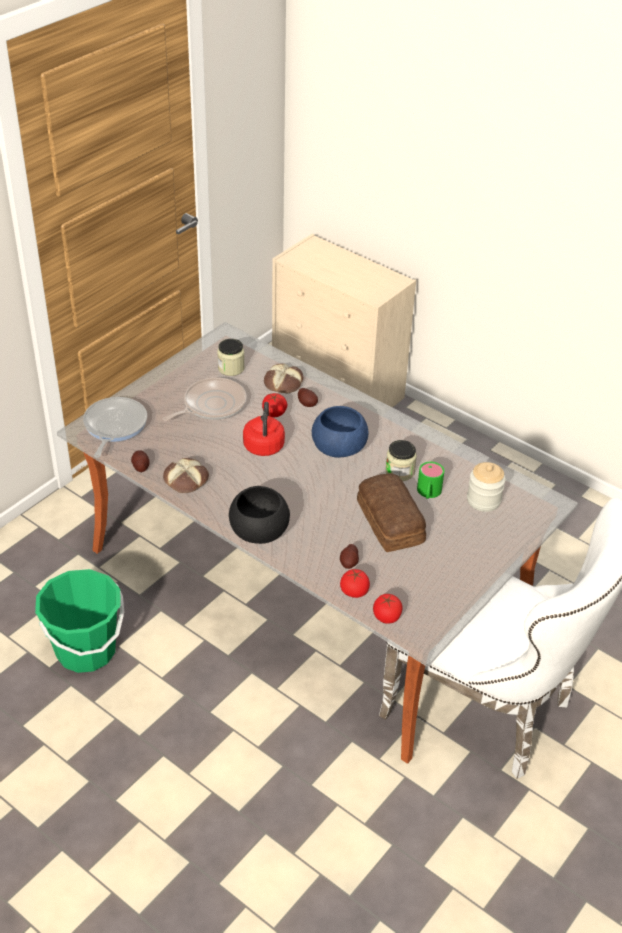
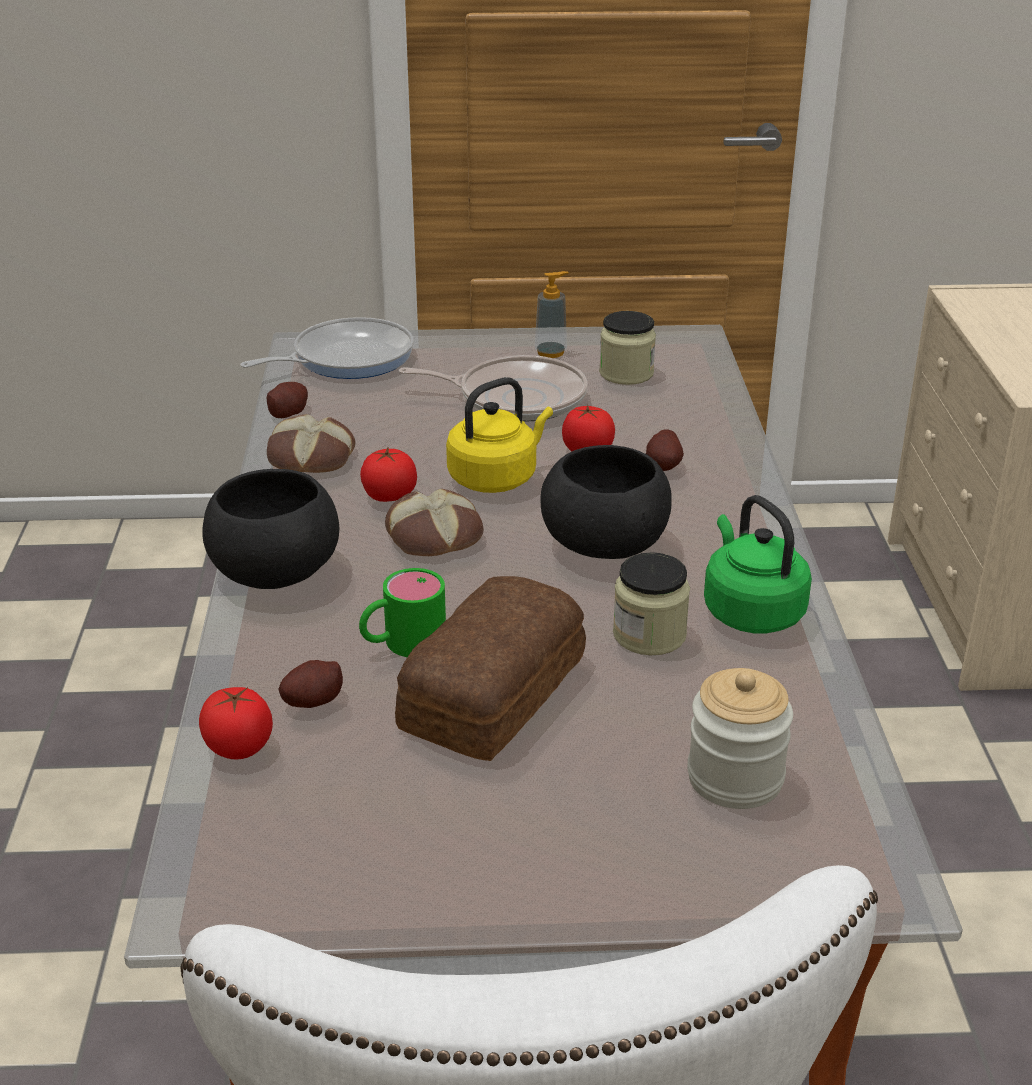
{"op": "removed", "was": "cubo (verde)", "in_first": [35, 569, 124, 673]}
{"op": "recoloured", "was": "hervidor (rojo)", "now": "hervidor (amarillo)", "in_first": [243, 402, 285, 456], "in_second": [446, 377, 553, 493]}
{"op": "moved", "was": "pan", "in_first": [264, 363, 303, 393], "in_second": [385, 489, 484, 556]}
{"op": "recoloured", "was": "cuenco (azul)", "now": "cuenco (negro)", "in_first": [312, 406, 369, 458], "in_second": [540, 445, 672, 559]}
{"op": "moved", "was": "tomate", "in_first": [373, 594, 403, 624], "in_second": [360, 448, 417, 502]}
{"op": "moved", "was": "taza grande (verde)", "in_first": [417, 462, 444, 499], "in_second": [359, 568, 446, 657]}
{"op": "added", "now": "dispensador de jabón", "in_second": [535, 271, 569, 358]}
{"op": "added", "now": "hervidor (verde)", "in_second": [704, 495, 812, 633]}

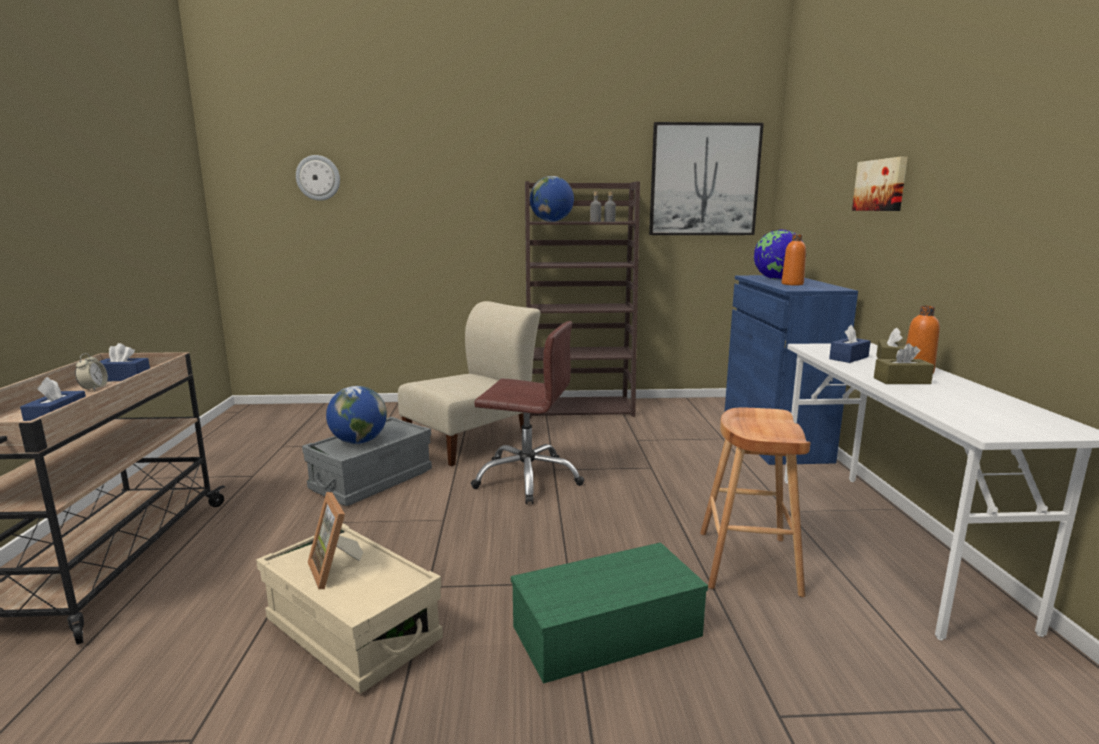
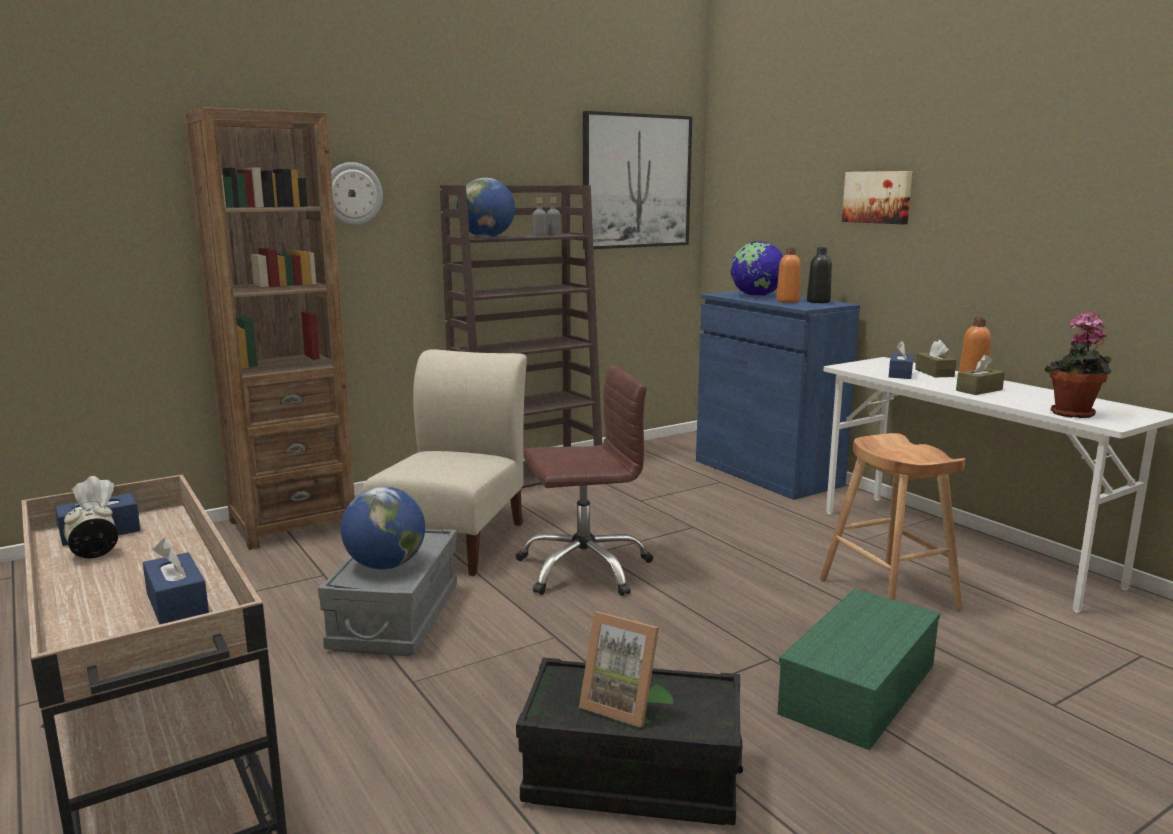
{"op": "turned", "was": "despertador", "in_first": [75, 353, 108, 391], "in_second": [64, 501, 118, 558], "clockwise": -90}
{"op": "recoloured", "was": "caja de almacenaje (beis)", "now": "caja de almacenaje (negro)", "in_first": [256, 524, 443, 694], "in_second": [516, 658, 743, 825]}
{"op": "moved", "was": "reloj de pared", "in_first": [296, 155, 340, 201], "in_second": [331, 162, 383, 225]}
{"op": "added", "now": "estantería (marrón)", "in_second": [184, 107, 355, 550]}
{"op": "added", "now": "botella (negro)", "in_second": [807, 247, 832, 303]}
{"op": "added", "now": "planta en maceta", "in_second": [1045, 311, 1111, 418]}

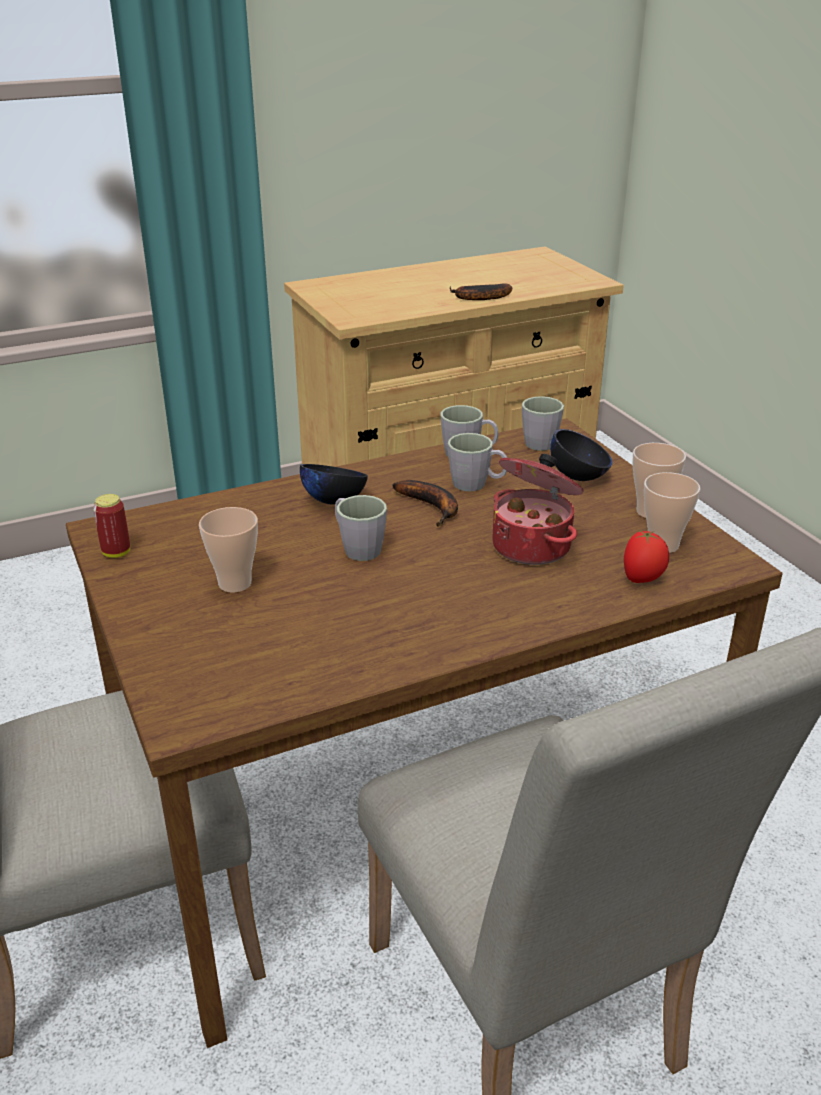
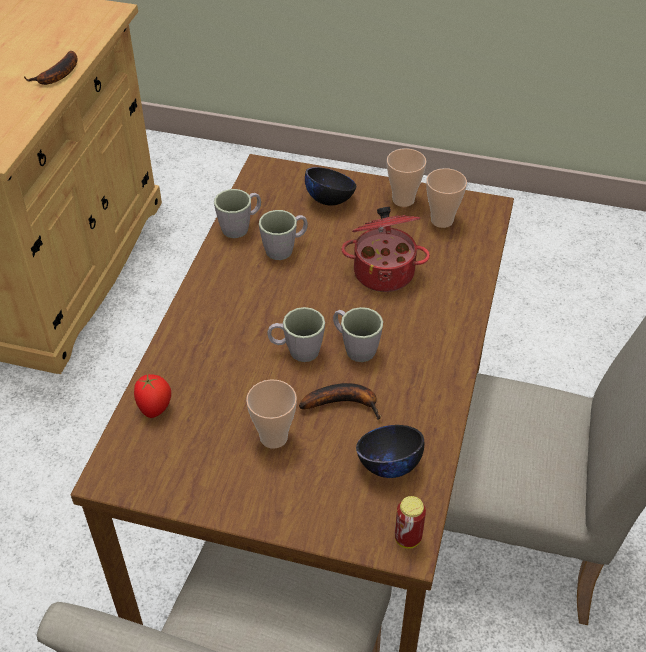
{"op": "moved", "was": "lata", "in_first": [93, 494, 130, 558], "in_second": [395, 496, 426, 549]}
{"op": "moved", "was": "cuenco (negro)", "in_first": [300, 464, 368, 505], "in_second": [356, 425, 424, 478]}
{"op": "moved", "was": "plátano", "in_first": [392, 480, 458, 526], "in_second": [299, 383, 381, 420]}
{"op": "moved", "was": "taza grande (gris)", "in_first": [522, 396, 564, 451], "in_second": [333, 307, 383, 362]}
{"op": "moved", "was": "tomate", "in_first": [624, 531, 669, 583], "in_second": [134, 373, 171, 418]}

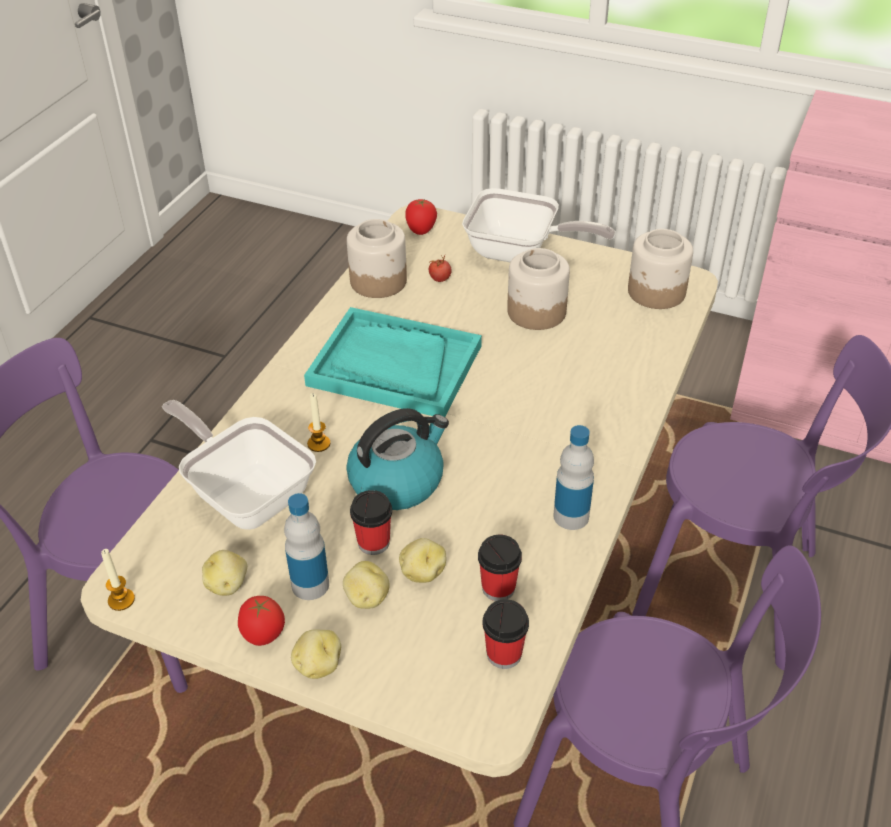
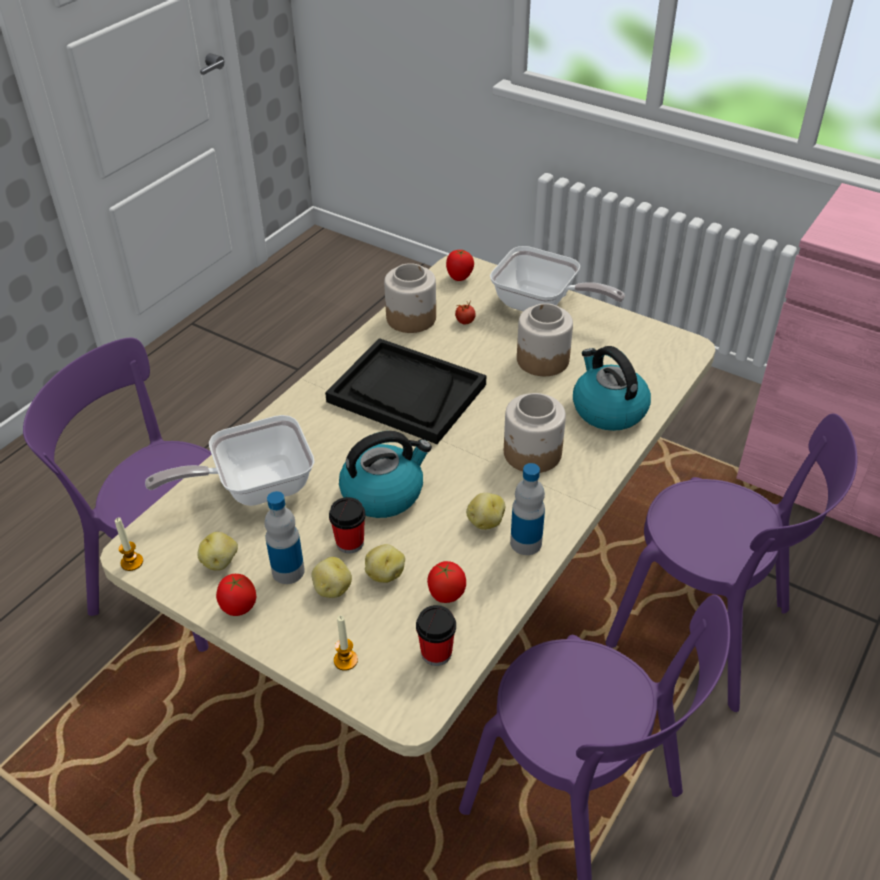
{"op": "turned", "was": "sartén", "in_first": [162, 400, 316, 530], "in_second": [145, 415, 314, 506], "clockwise": -75}
{"op": "moved", "was": "patata", "in_first": [291, 629, 341, 679], "in_second": [466, 493, 505, 530]}
{"op": "recoloured", "was": "bandeja (turquesa)", "now": "bandeja (negro)", "in_first": [304, 307, 482, 417], "in_second": [325, 338, 486, 444]}
{"op": "moved", "was": "vela", "in_first": [307, 393, 330, 452], "in_second": [334, 616, 358, 671]}
{"op": "replaced", "was": "taza", "now": "tomate", "in_first": [478, 535, 522, 601], "in_second": [427, 561, 466, 603]}
{"op": "moved", "was": "tarro", "in_first": [628, 229, 693, 309], "in_second": [504, 393, 566, 473]}
{"op": "added", "now": "hervidor", "in_second": [573, 346, 651, 431]}

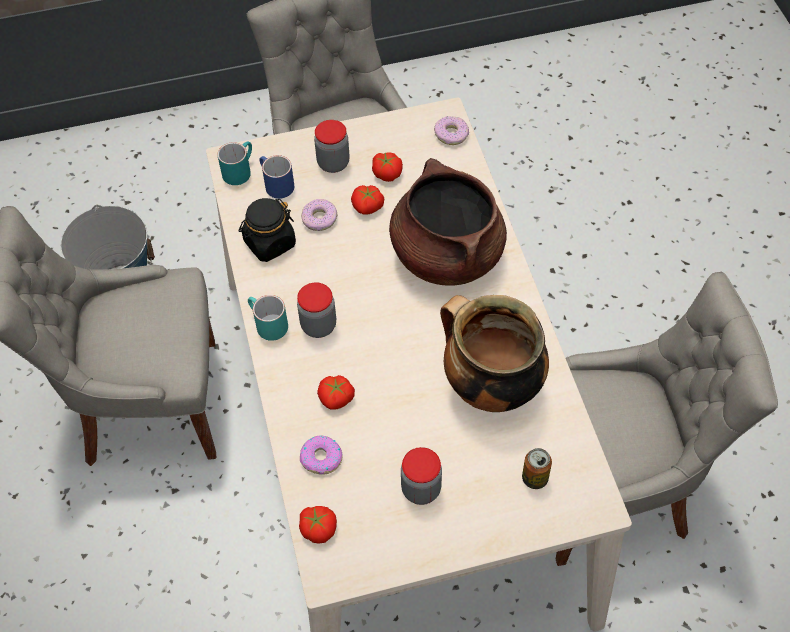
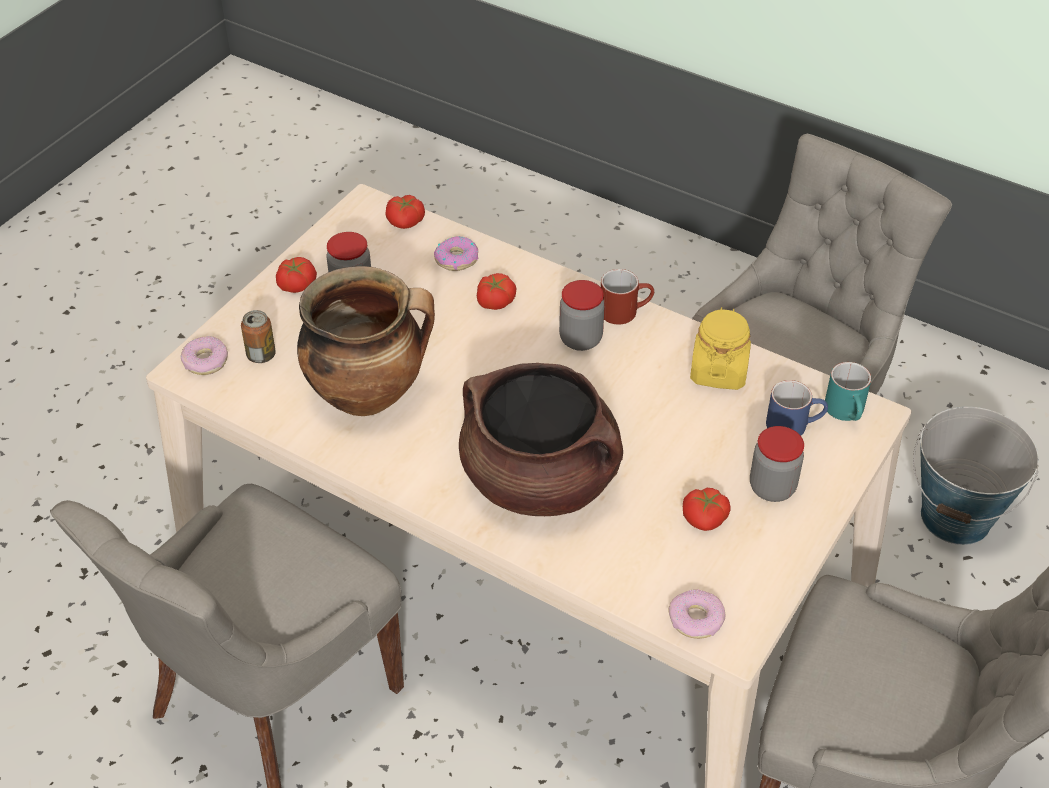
{"op": "recoloured", "was": "tarro (negro)", "now": "tarro (amarillo)", "in_first": [238, 198, 296, 262], "in_second": [690, 307, 751, 390]}
{"op": "recoloured", "was": "taza grande (turquesa)", "now": "taza grande (rojo)", "in_first": [248, 295, 288, 341], "in_second": [601, 269, 654, 325]}
{"op": "moved", "was": "rosquilla", "in_first": [301, 199, 338, 231], "in_second": [181, 336, 228, 375]}
{"op": "moved", "was": "tomate", "in_first": [351, 185, 384, 215], "in_second": [276, 257, 317, 293]}

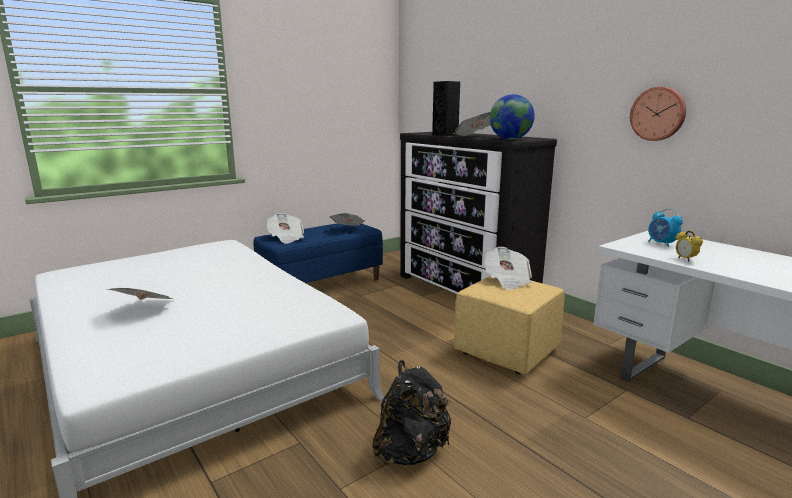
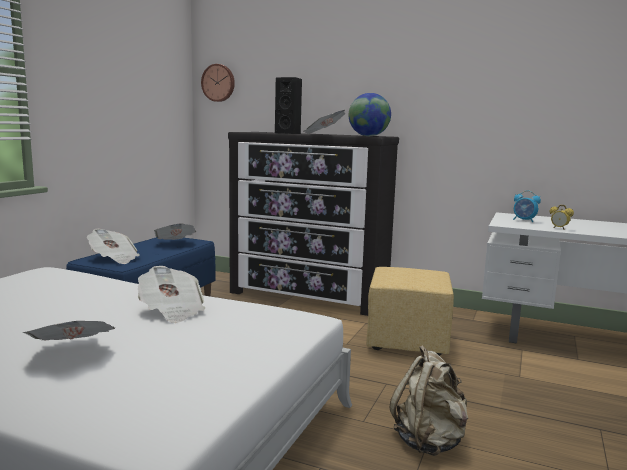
{"op": "recoloured", "was": "mochila (negro)", "now": "mochila (beis)", "in_first": [372, 360, 451, 465], "in_second": [390, 345, 468, 456]}
{"op": "moved", "was": "periódico", "in_first": [484, 247, 532, 290], "in_second": [138, 266, 205, 323]}
{"op": "moved", "was": "reloj de pared", "in_first": [630, 87, 686, 141], "in_second": [201, 64, 235, 102]}

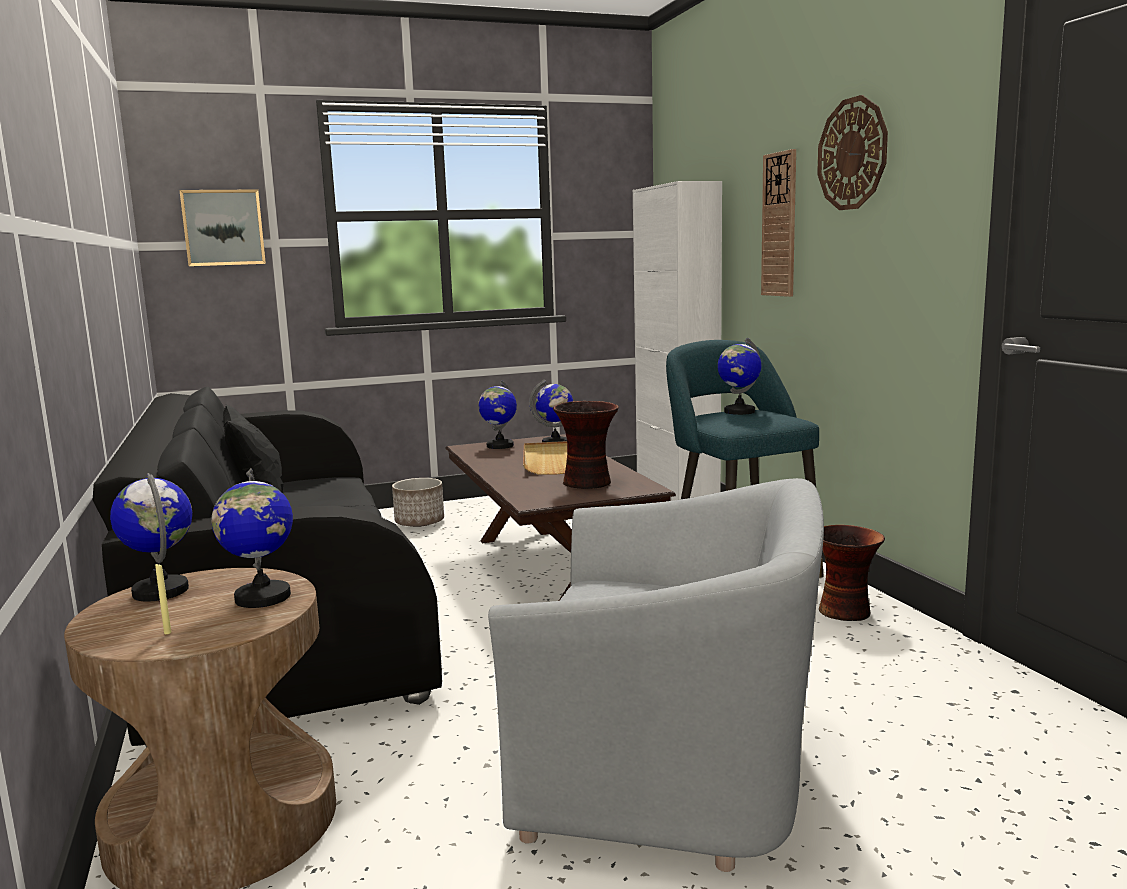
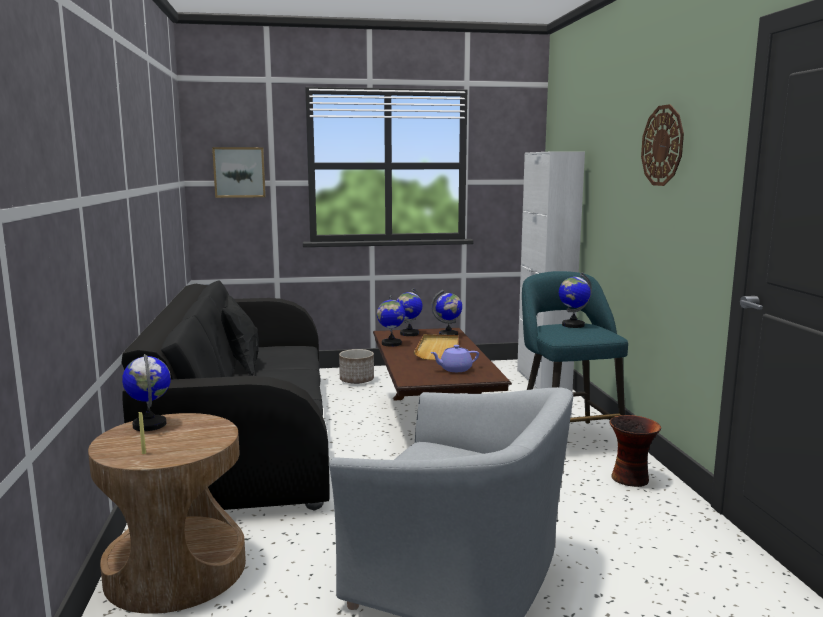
{"op": "moved", "was": "globo terráqueo", "in_first": [212, 468, 293, 608], "in_second": [377, 296, 405, 347]}
{"op": "replaced", "was": "florero", "now": "tetera (morado)", "in_first": [553, 401, 619, 489], "in_second": [430, 345, 479, 372]}
{"op": "removed", "was": "reloj de pared", "in_first": [761, 149, 796, 297]}

